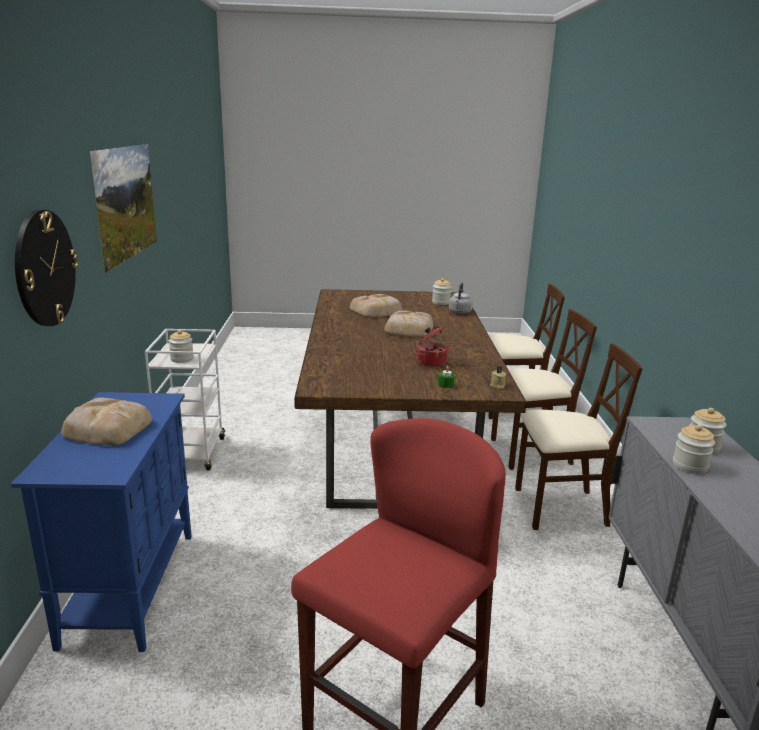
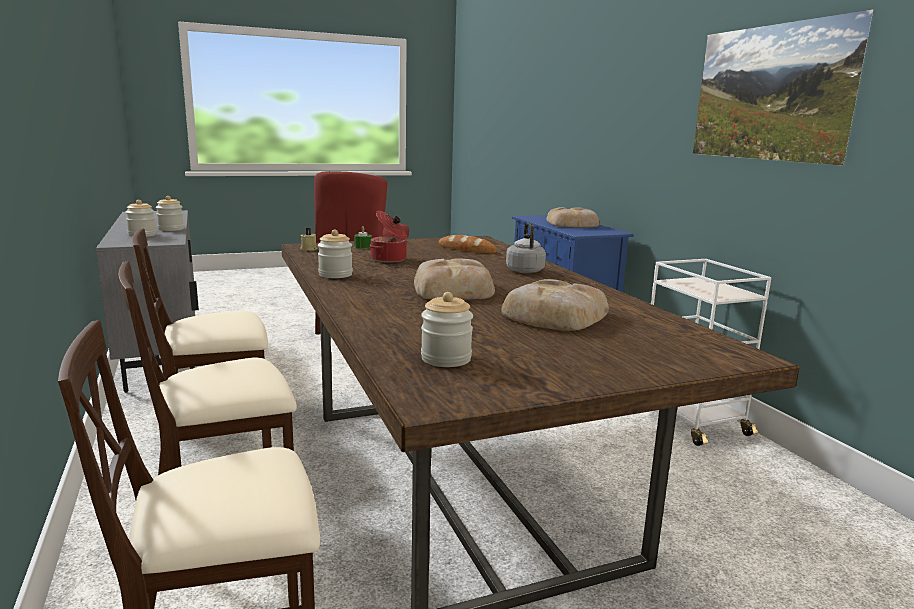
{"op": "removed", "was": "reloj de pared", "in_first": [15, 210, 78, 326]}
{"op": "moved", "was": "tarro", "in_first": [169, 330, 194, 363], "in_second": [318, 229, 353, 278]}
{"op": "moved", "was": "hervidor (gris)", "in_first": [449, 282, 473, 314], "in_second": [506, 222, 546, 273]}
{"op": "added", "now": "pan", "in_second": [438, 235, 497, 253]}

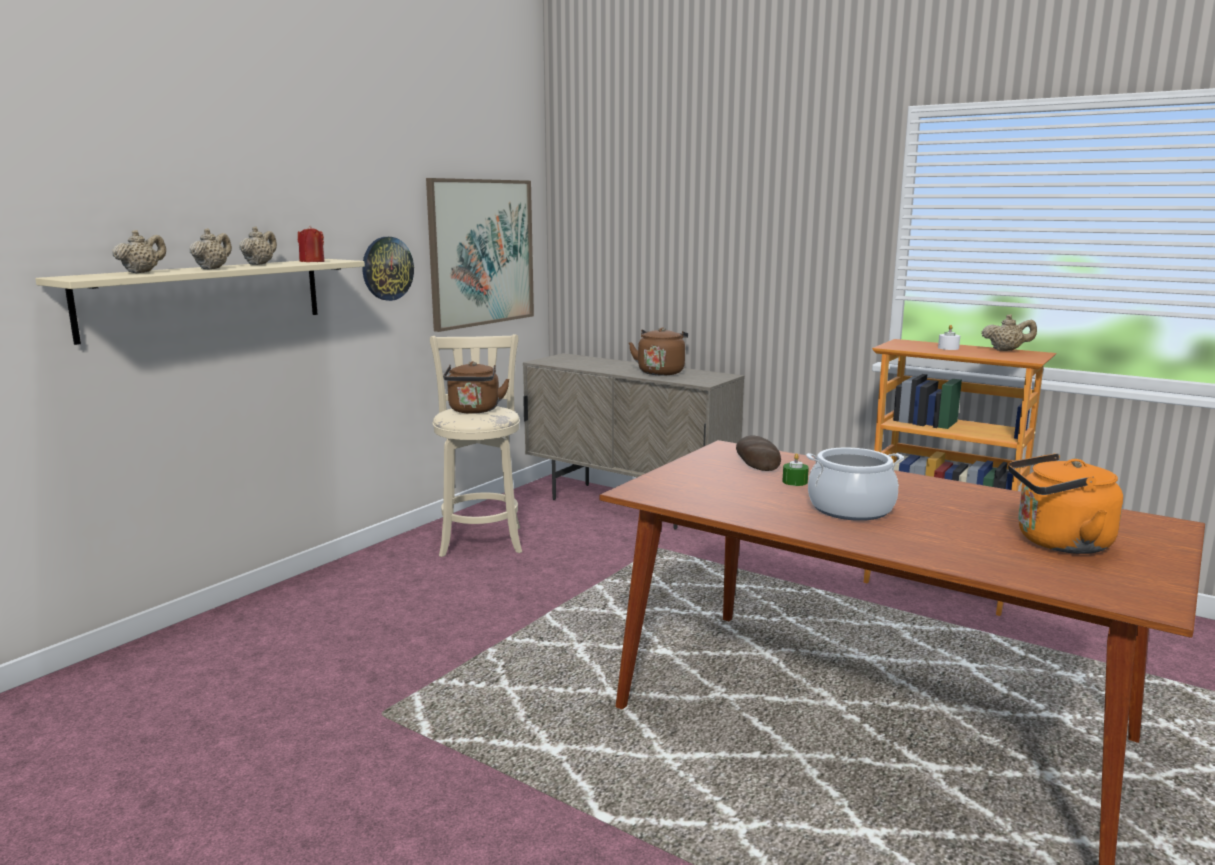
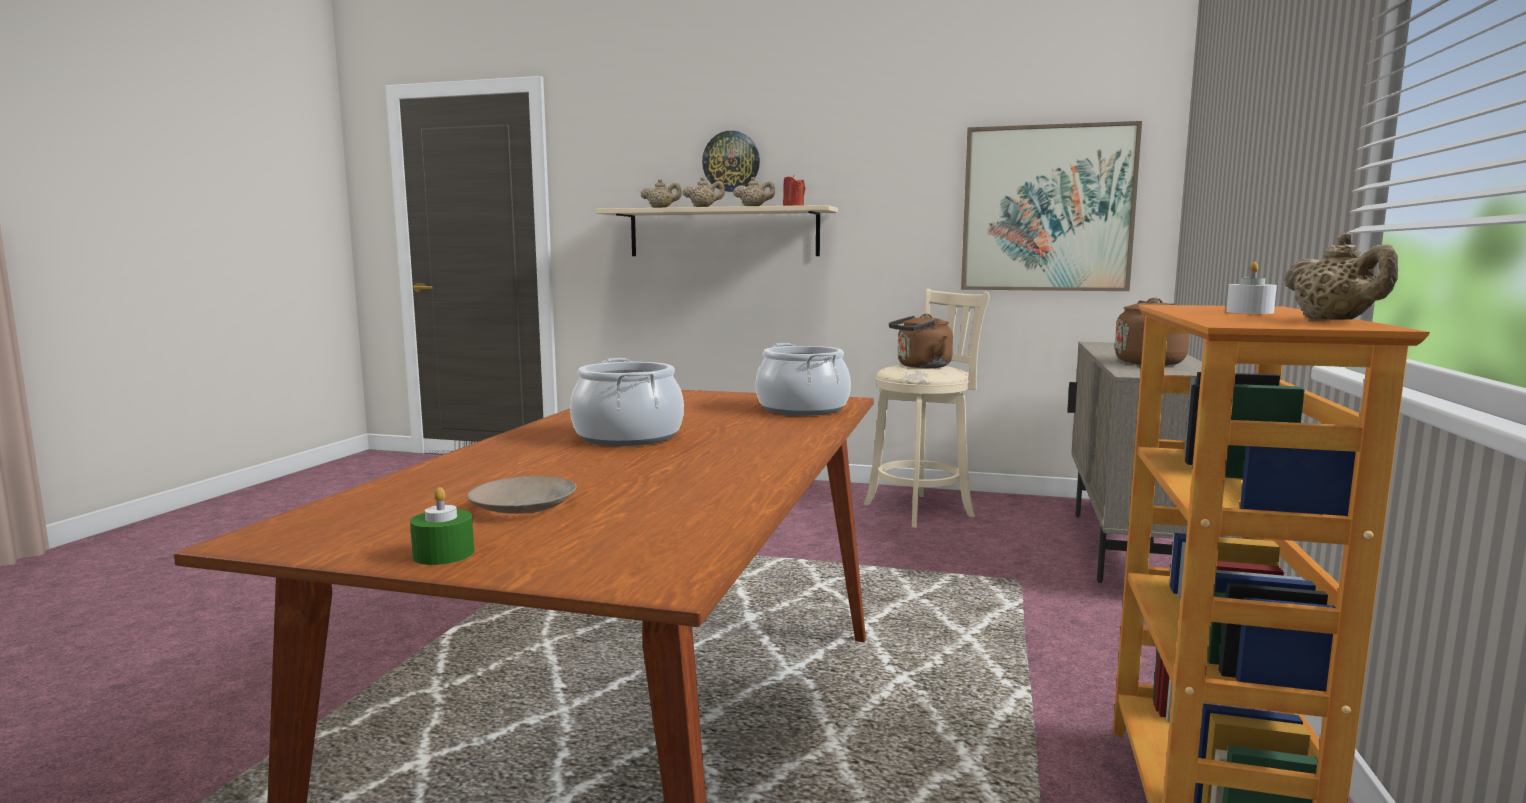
{"op": "moved", "was": "reloj de pared", "in_first": [362, 237, 414, 301], "in_second": [702, 131, 760, 192]}
{"op": "replaced", "was": "pan", "now": "olla", "in_first": [736, 436, 781, 471], "in_second": [756, 343, 851, 416]}
{"op": "moved", "was": "vela (verde)", "in_first": [782, 453, 809, 486], "in_second": [410, 487, 474, 565]}
{"op": "replaced", "was": "hervidor (naranja)", "now": "plato (beis)", "in_first": [1008, 453, 1123, 554], "in_second": [467, 476, 577, 514]}

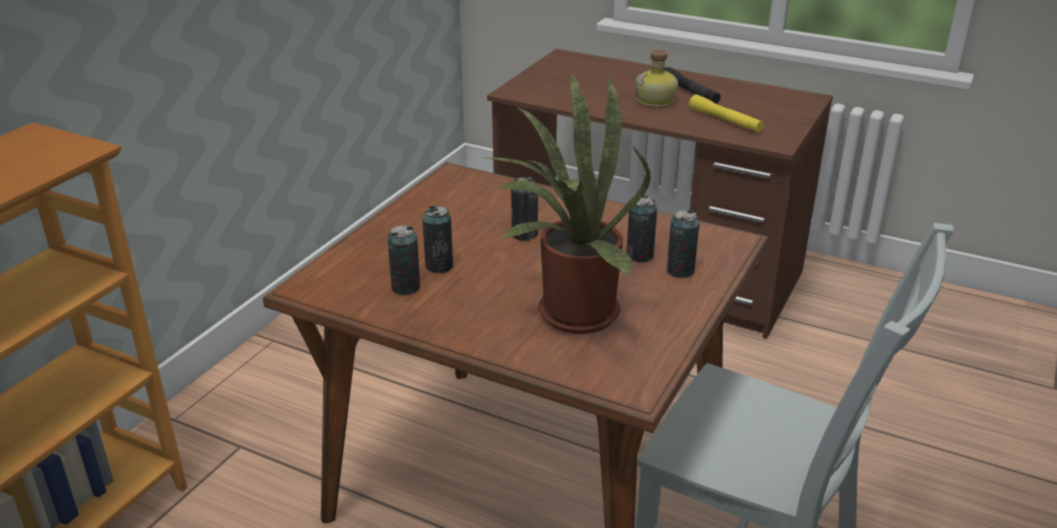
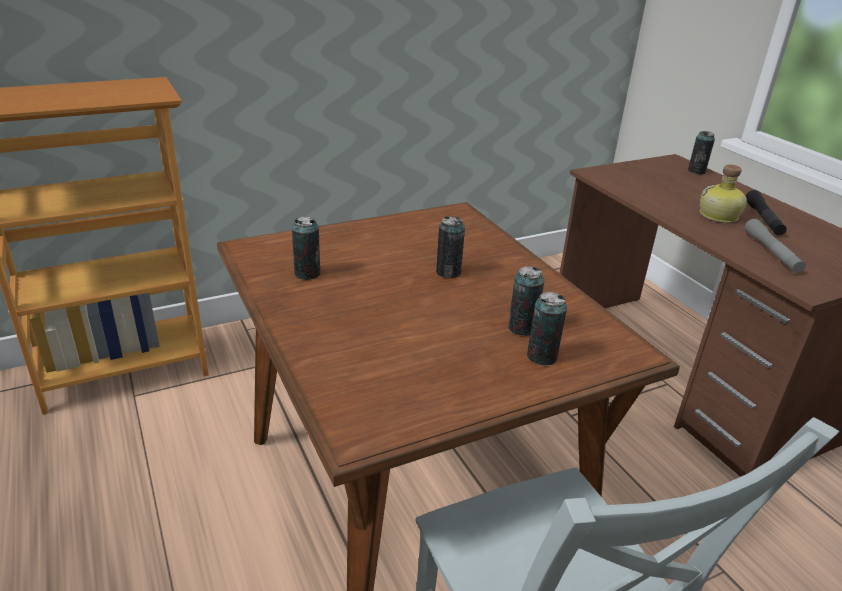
{"op": "moved", "was": "lata", "in_first": [422, 205, 453, 273], "in_second": [688, 131, 715, 174]}
{"op": "removed", "was": "planta en maceta", "in_first": [481, 73, 651, 334]}
{"op": "recoloured", "was": "linterna (amarillo)", "now": "linterna (gris)", "in_first": [689, 94, 764, 132], "in_second": [744, 219, 806, 273]}

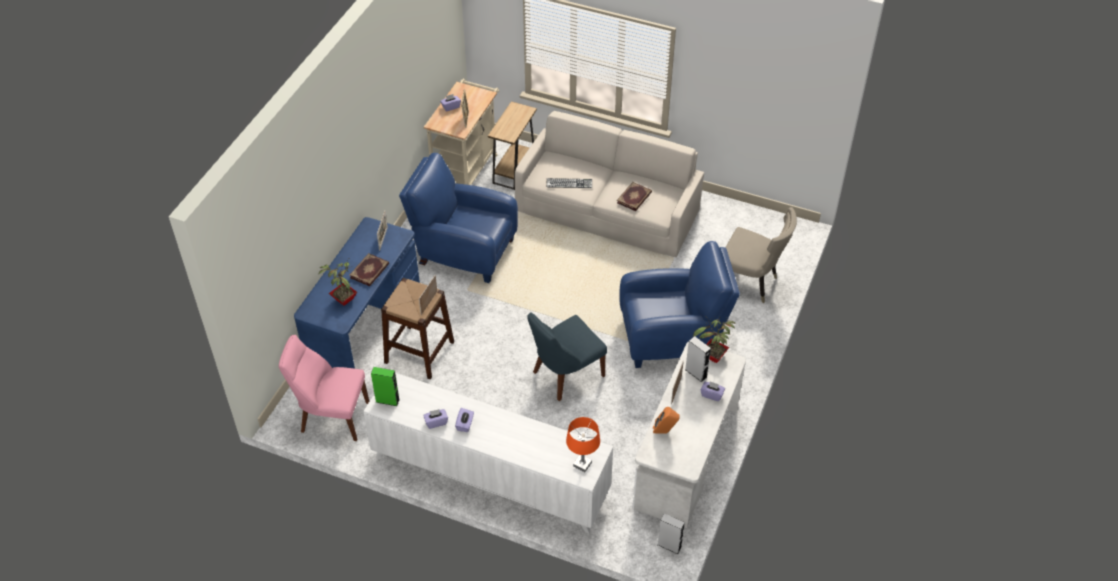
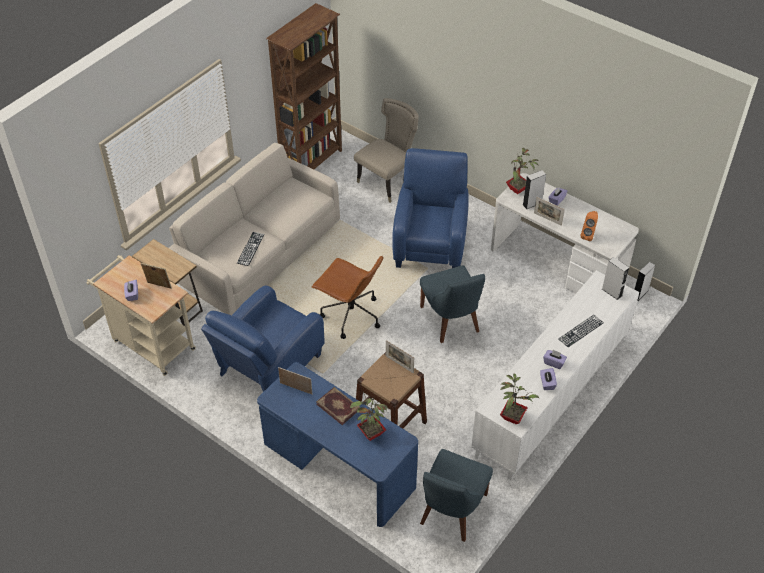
{"op": "recoloured", "was": "silla (rosa)", "now": "silla (azul)", "in_first": [279, 335, 369, 441], "in_second": [420, 449, 493, 542]}
{"op": "replaced", "was": "altavoz (verde)", "now": "planta en maceta", "in_first": [371, 367, 400, 406], "in_second": [500, 374, 540, 424]}
{"op": "replaced", "was": "lámpara de mesa (naranja)", "now": "altavoz (gris)", "in_first": [566, 417, 600, 472], "in_second": [602, 257, 629, 300]}
{"op": "removed", "was": "libro", "in_first": [617, 182, 652, 211]}
{"op": "added", "now": "estantería (marrón)", "in_second": [266, 3, 342, 169]}
{"op": "added", "now": "silla de oficina (marrón)", "in_second": [312, 255, 383, 339]}
{"op": "added", "now": "teclado", "in_second": [558, 315, 603, 347]}

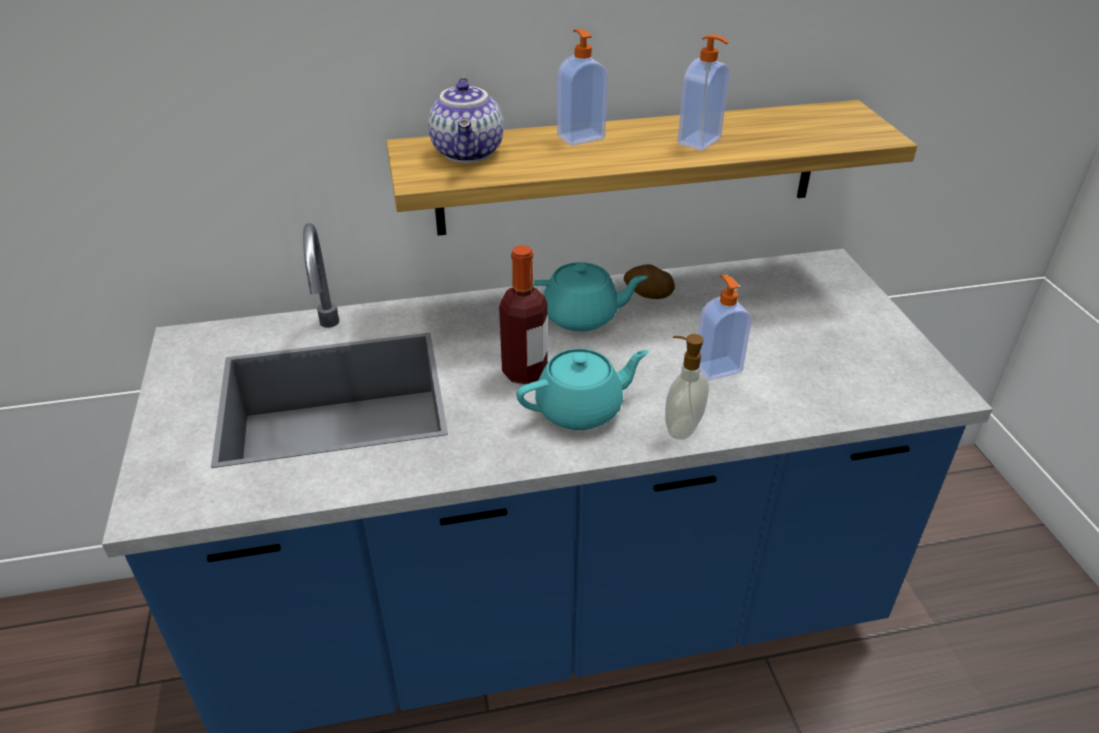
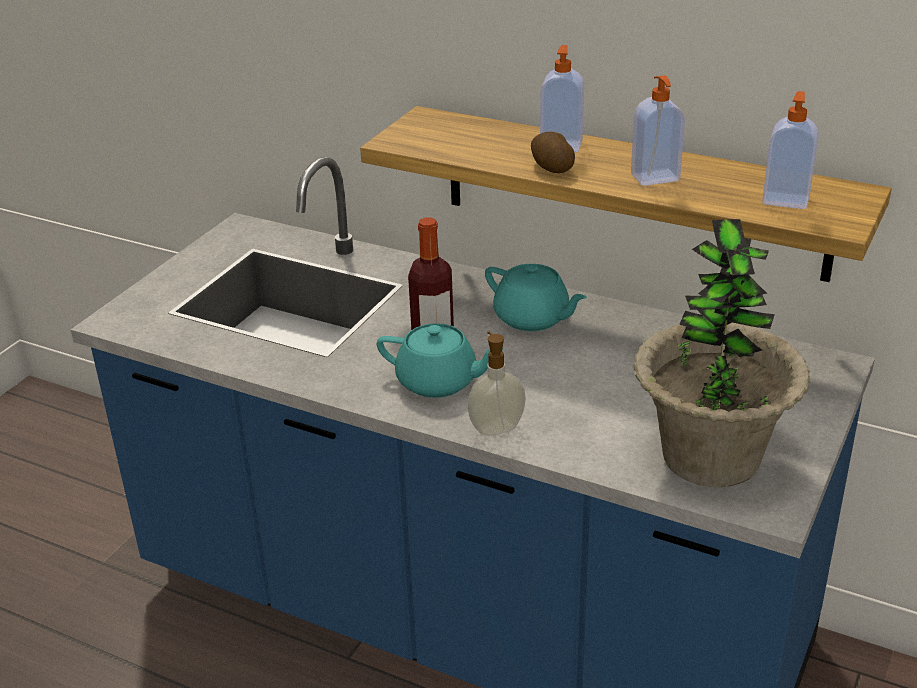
{"op": "removed", "was": "tetera", "in_first": [428, 78, 503, 163]}
{"op": "moved", "was": "patata", "in_first": [624, 264, 675, 299], "in_second": [531, 132, 575, 173]}
{"op": "moved", "was": "dispensador de jabón", "in_first": [698, 275, 752, 380], "in_second": [762, 91, 819, 209]}
{"op": "added", "now": "planta en maceta", "in_second": [633, 219, 810, 487]}

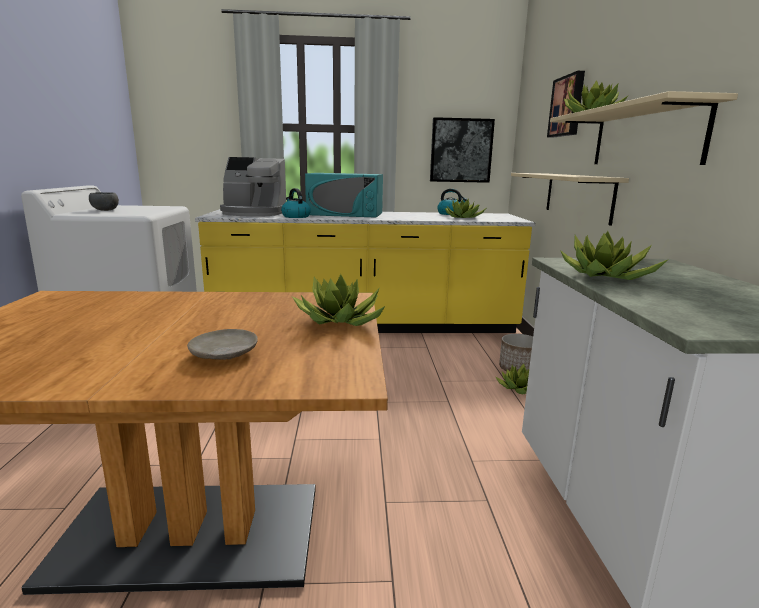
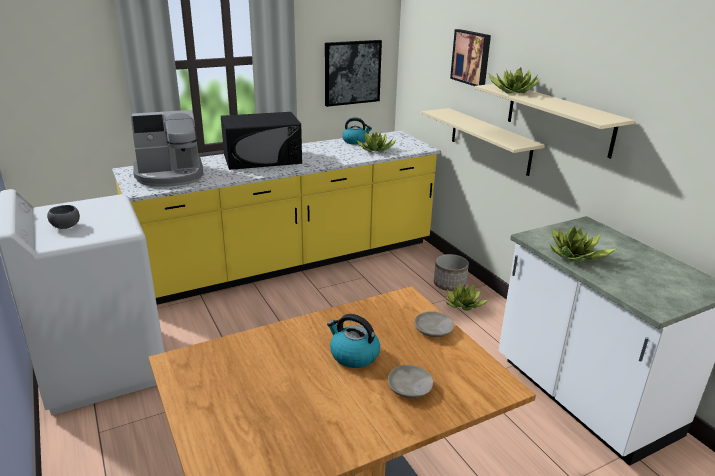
{"op": "moved", "was": "hervidor", "in_first": [281, 188, 311, 218], "in_second": [327, 314, 380, 368]}
{"op": "replaced", "was": "planta en maceta", "now": "plato (beis)", "in_first": [292, 274, 385, 326], "in_second": [414, 311, 454, 337]}
{"op": "recoloured", "was": "microondas (turquesa)", "now": "microondas (negro)", "in_first": [305, 173, 383, 218], "in_second": [221, 112, 302, 170]}

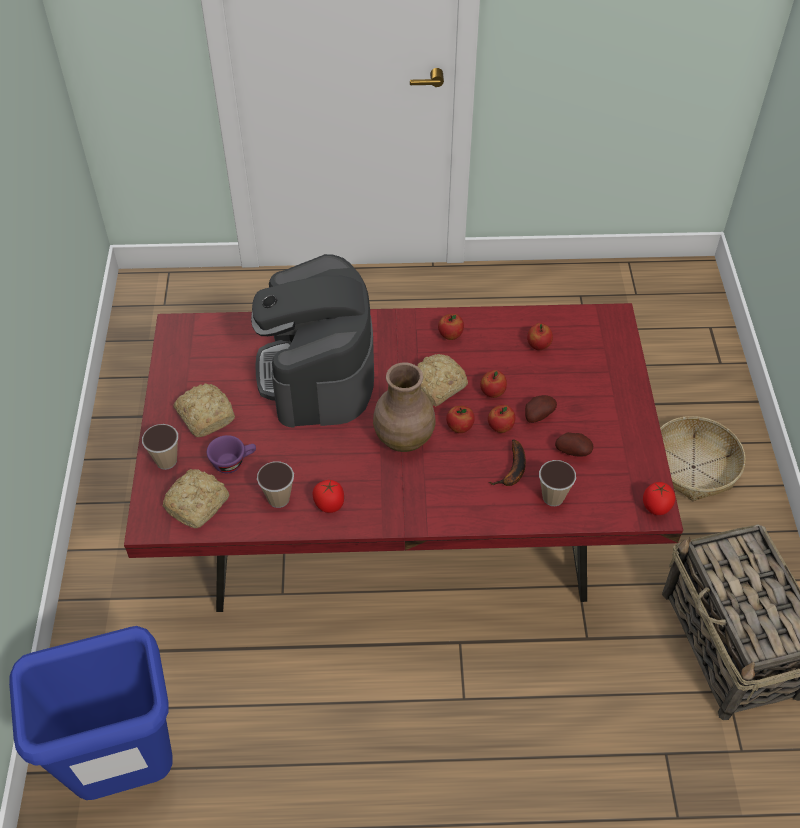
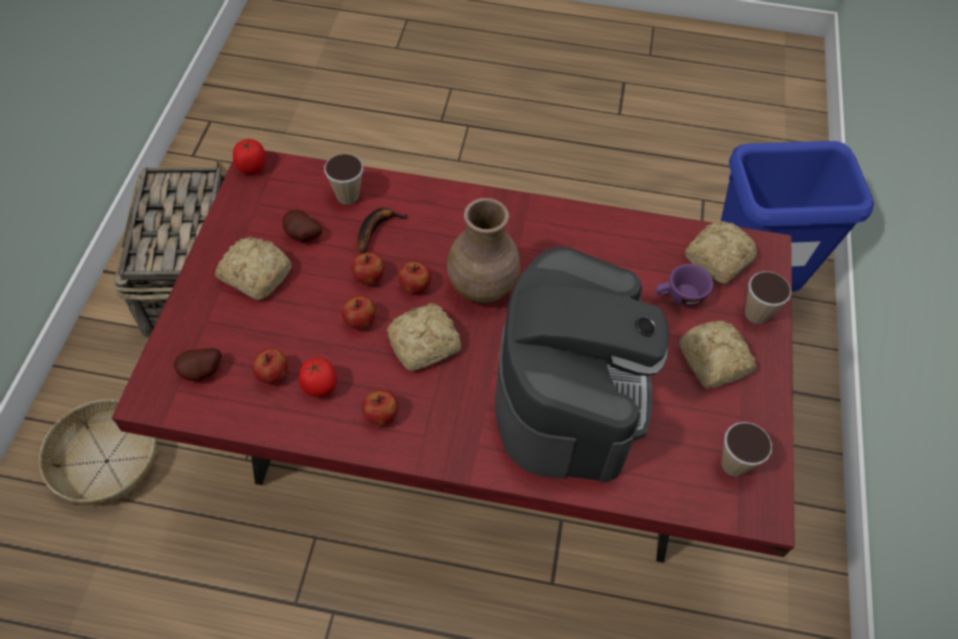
{"op": "moved", "was": "taza", "in_first": [257, 462, 294, 508], "in_second": [721, 422, 772, 477]}
{"op": "moved", "was": "tomate", "in_first": [313, 480, 344, 513], "in_second": [299, 358, 337, 397]}
{"op": "moved", "was": "patata", "in_first": [525, 395, 557, 423], "in_second": [174, 348, 222, 381]}
{"op": "added", "now": "pan", "in_second": [215, 237, 292, 300]}

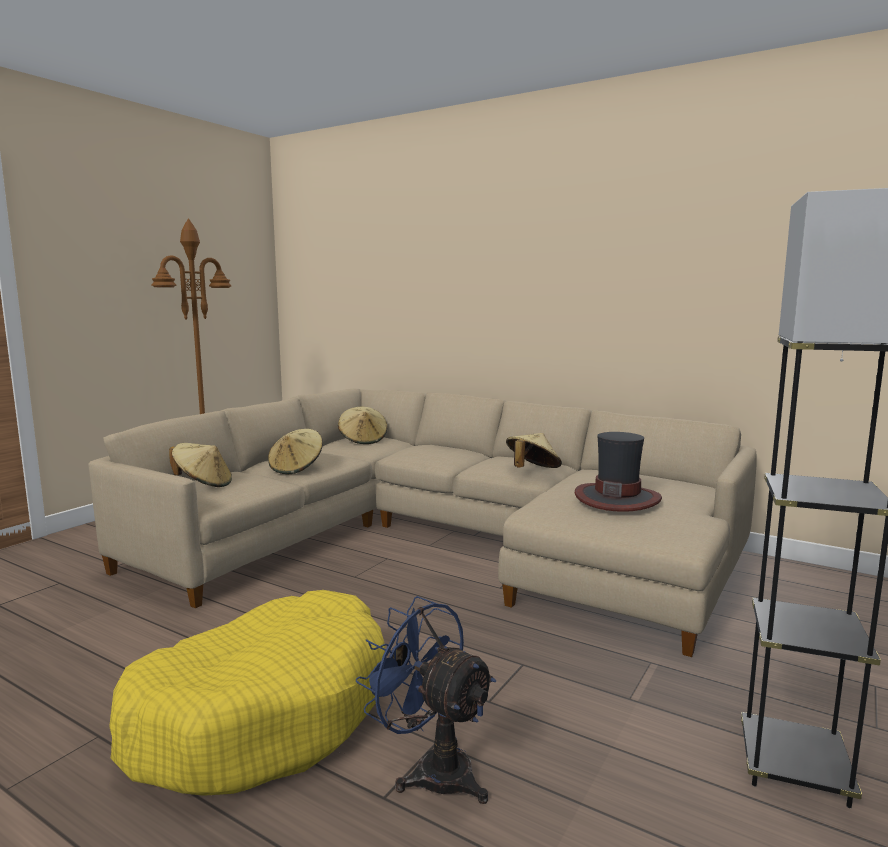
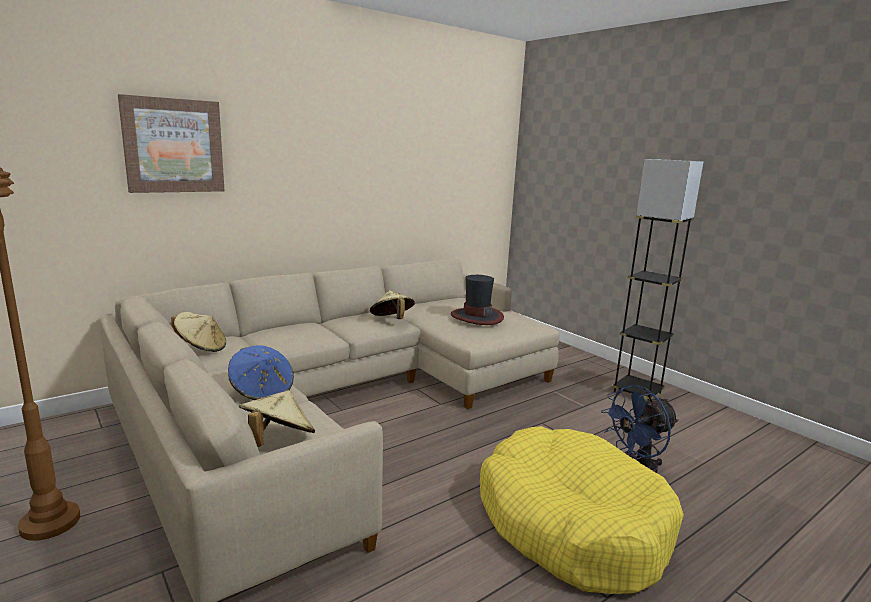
{"op": "recoloured", "was": "sombrero (beis)", "now": "sombrero (azul)", "in_first": [268, 429, 323, 474], "in_second": [228, 345, 294, 400]}
{"op": "added", "now": "cuadro", "in_second": [118, 94, 225, 193]}

